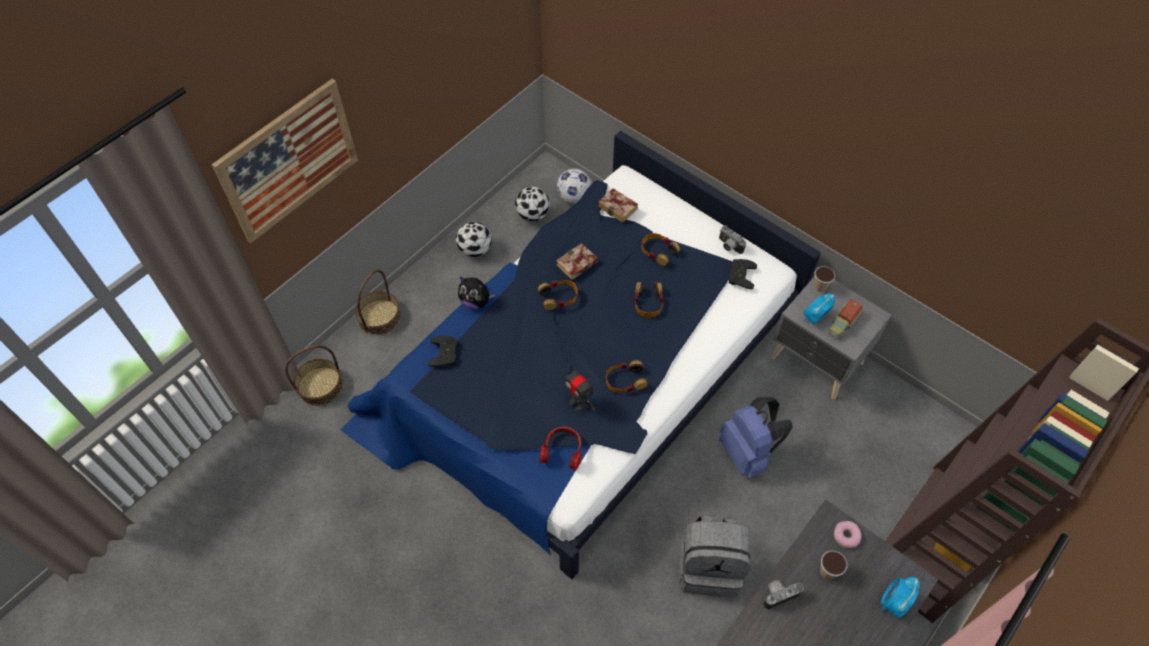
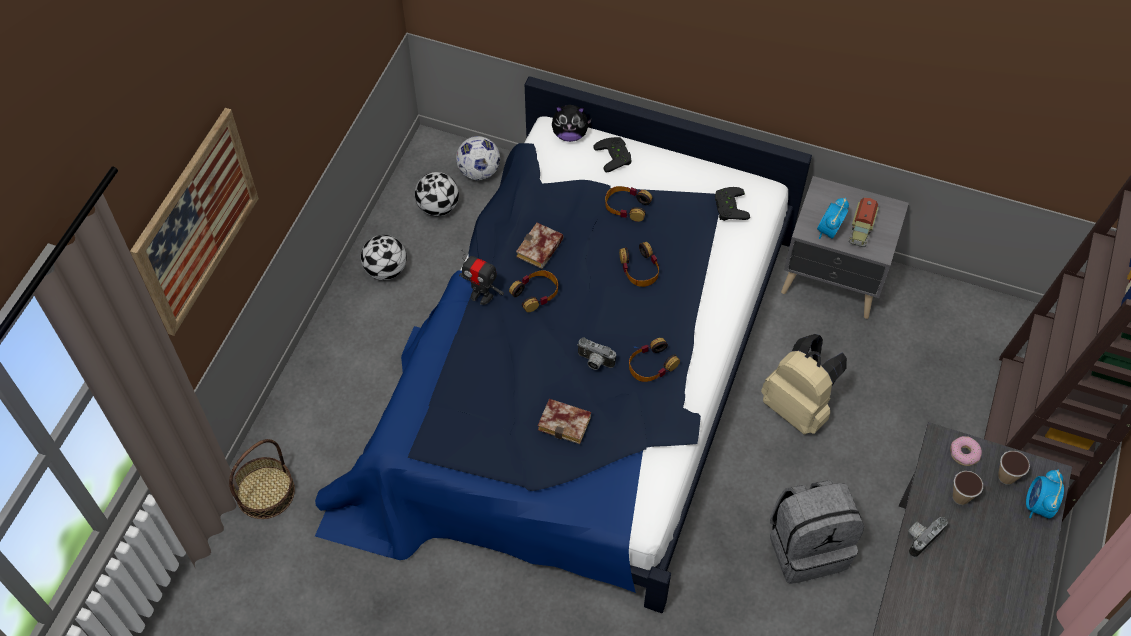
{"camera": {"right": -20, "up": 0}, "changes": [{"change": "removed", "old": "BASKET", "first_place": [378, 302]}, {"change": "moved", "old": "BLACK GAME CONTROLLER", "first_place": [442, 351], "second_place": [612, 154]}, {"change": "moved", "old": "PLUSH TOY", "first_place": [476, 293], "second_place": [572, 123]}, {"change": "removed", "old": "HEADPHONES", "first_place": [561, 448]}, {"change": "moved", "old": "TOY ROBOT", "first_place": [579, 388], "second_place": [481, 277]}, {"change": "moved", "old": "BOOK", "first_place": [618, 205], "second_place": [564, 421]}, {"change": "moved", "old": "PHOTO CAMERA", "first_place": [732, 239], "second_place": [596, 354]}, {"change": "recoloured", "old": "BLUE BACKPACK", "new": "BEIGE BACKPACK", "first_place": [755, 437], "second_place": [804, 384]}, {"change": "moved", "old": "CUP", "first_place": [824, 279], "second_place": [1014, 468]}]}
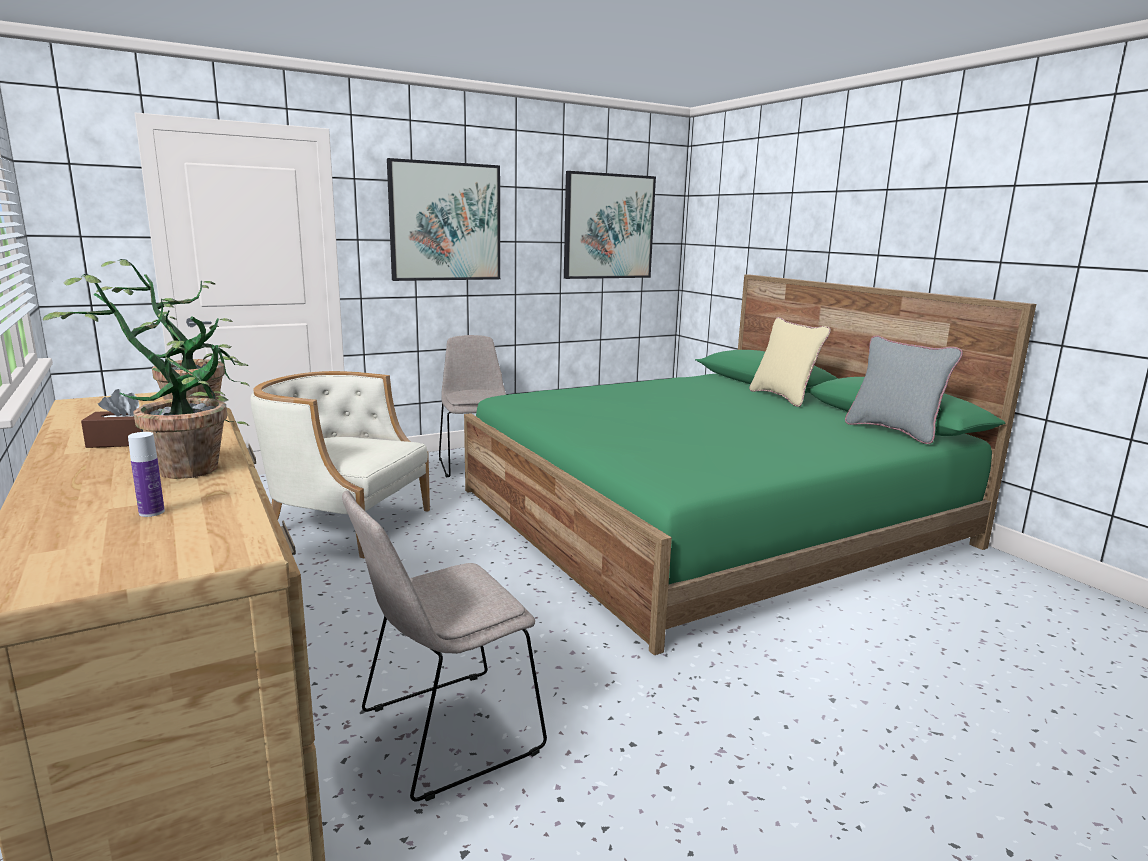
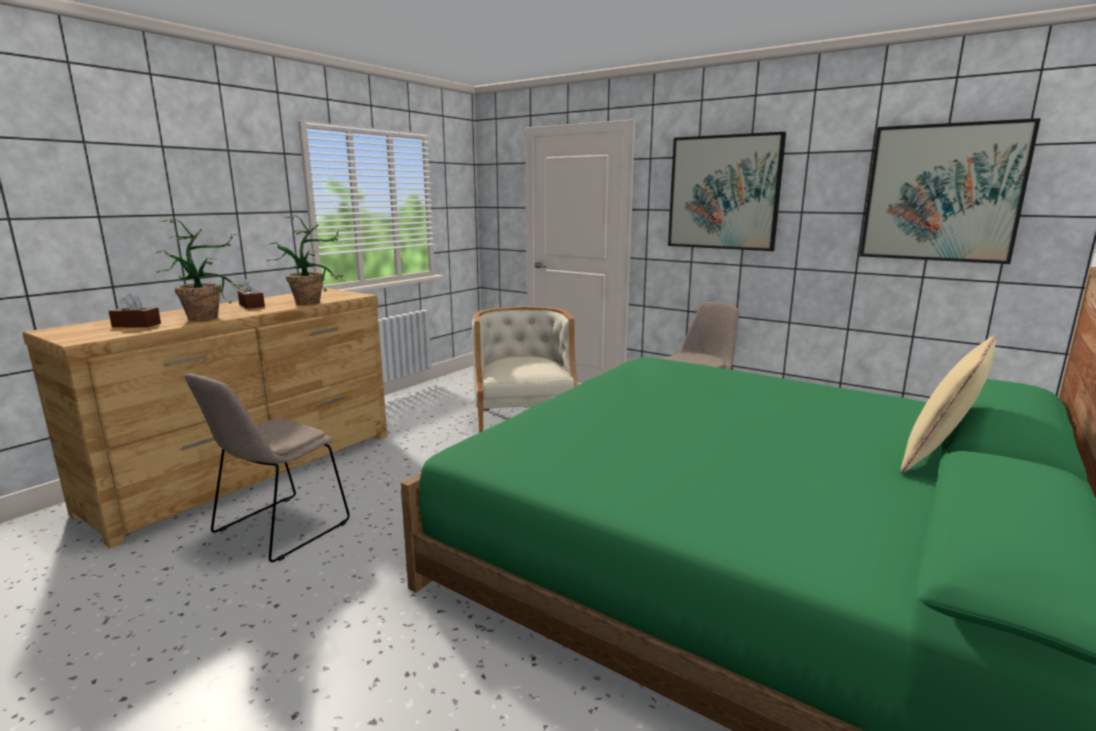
{"camera": {"right": 65, "up": 0}, "changes": [{"change": "replaced", "old": "BOTTLE", "new": "BROWN TISSUE BOX", "first_place": [146, 474], "second_place": [135, 311]}, {"change": "turned", "old": "BEIGE CHAIR", "first_place": [444, 646], "second_place": [267, 467], "degrees": -90}, {"change": "removed", "old": "GREY PILLOW", "first_place": [904, 389]}]}
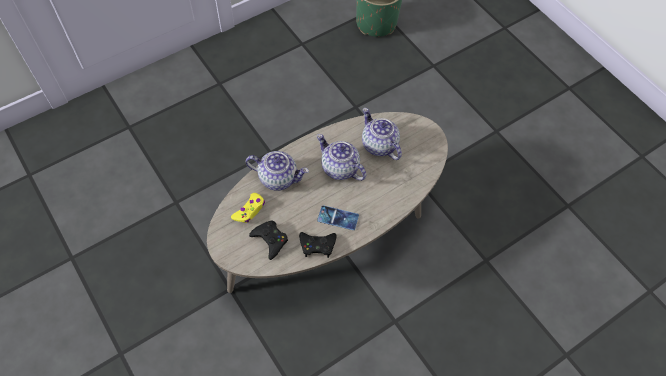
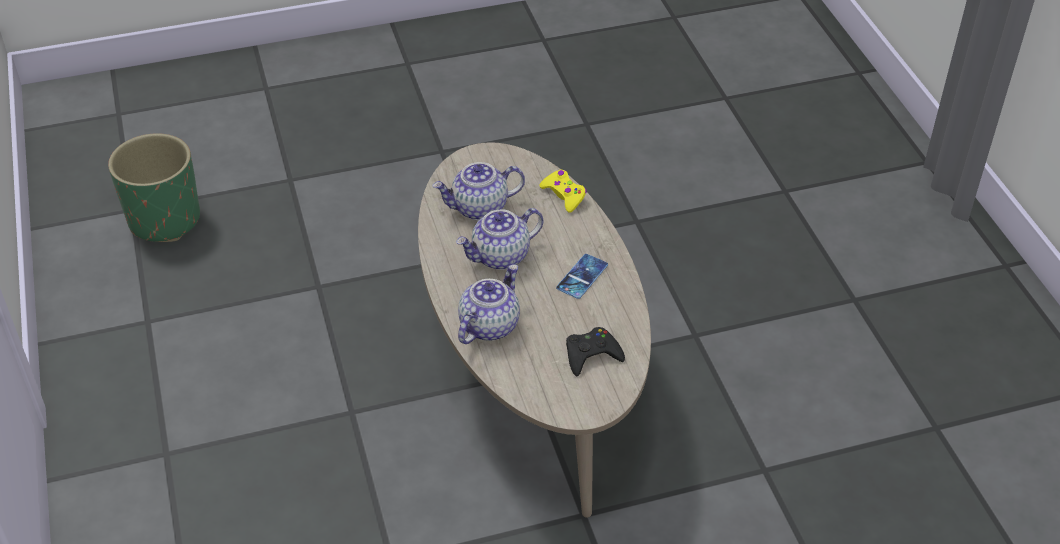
{"camera": {"right": -70, "up": -15}, "changes": [{"change": "moved", "old": "YELLOW GAME CONTROLLER", "first_place": [248, 208], "second_place": [563, 191]}, {"change": "removed", "old": "BLACK GAME CONTROLLER", "first_place": [318, 245]}]}
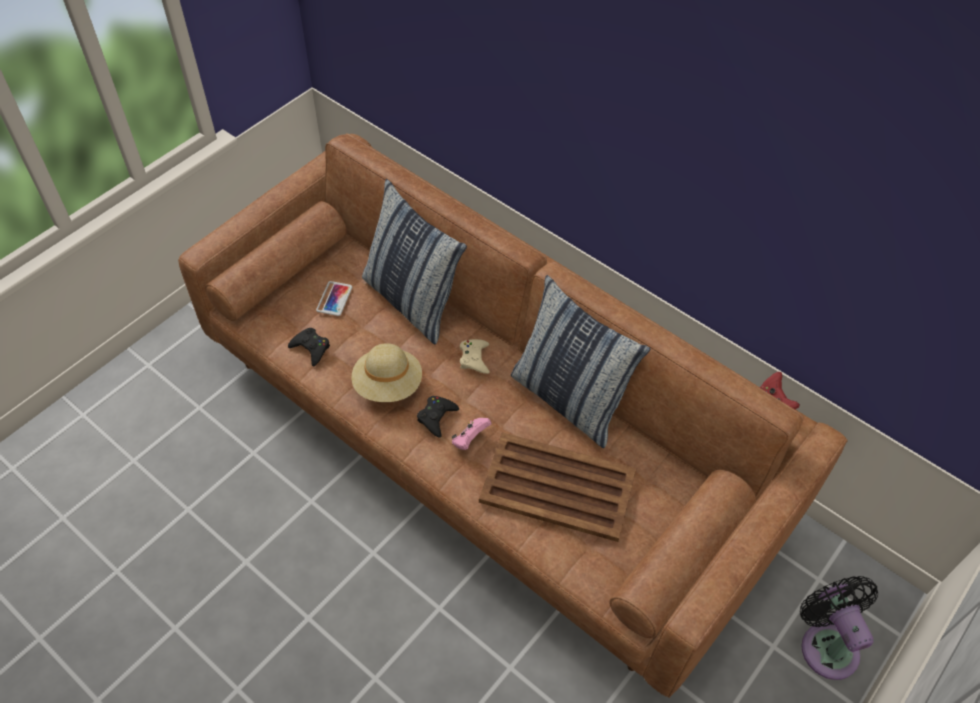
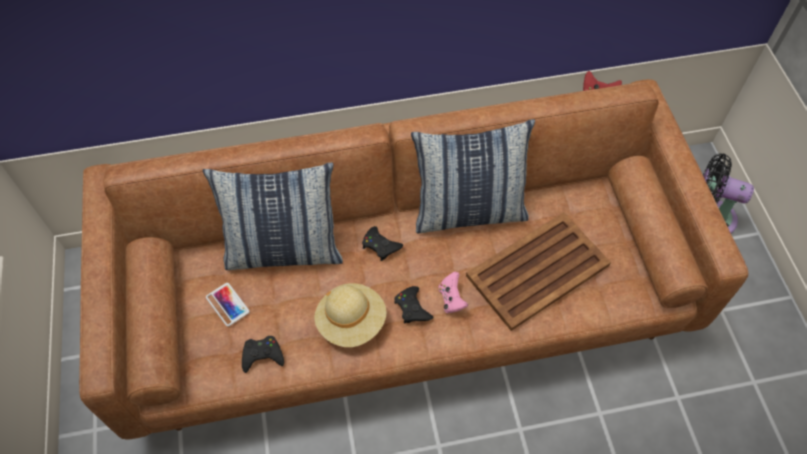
{"camera": {"right": -50, "up": 5}, "changes": [{"change": "recoloured", "old": "BEIGE GAME CONTROLLER", "new": "BLACK GAME CONTROLLER", "first_place": [475, 356], "second_place": [382, 243]}]}
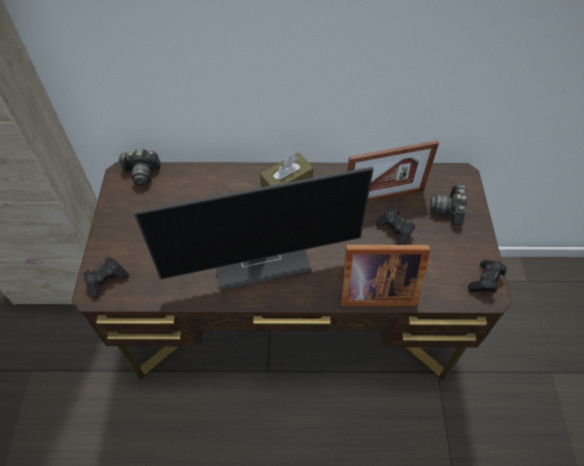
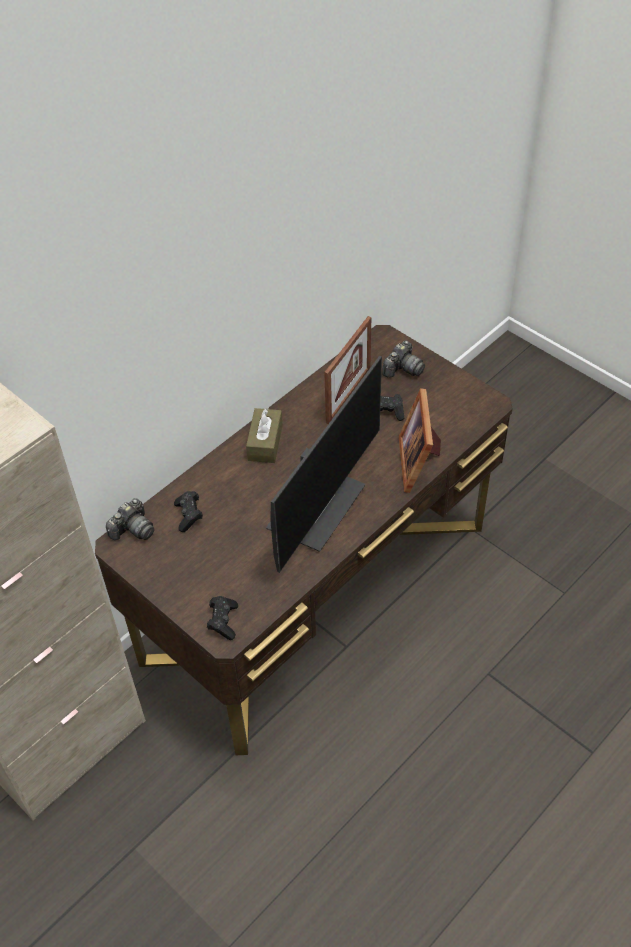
{"camera": {"right": -45, "up": -5}, "changes": [{"change": "turned", "old": "PICTURE FRAME", "first_place": [385, 275], "second_place": [420, 440], "degrees": 135}, {"change": "turned", "old": "PHOTO CAMERA", "first_place": [448, 205], "second_place": [403, 359], "degrees": -105}, {"change": "moved", "old": "BLACK GAME CONTROLLER", "first_place": [487, 276], "second_place": [188, 511]}]}
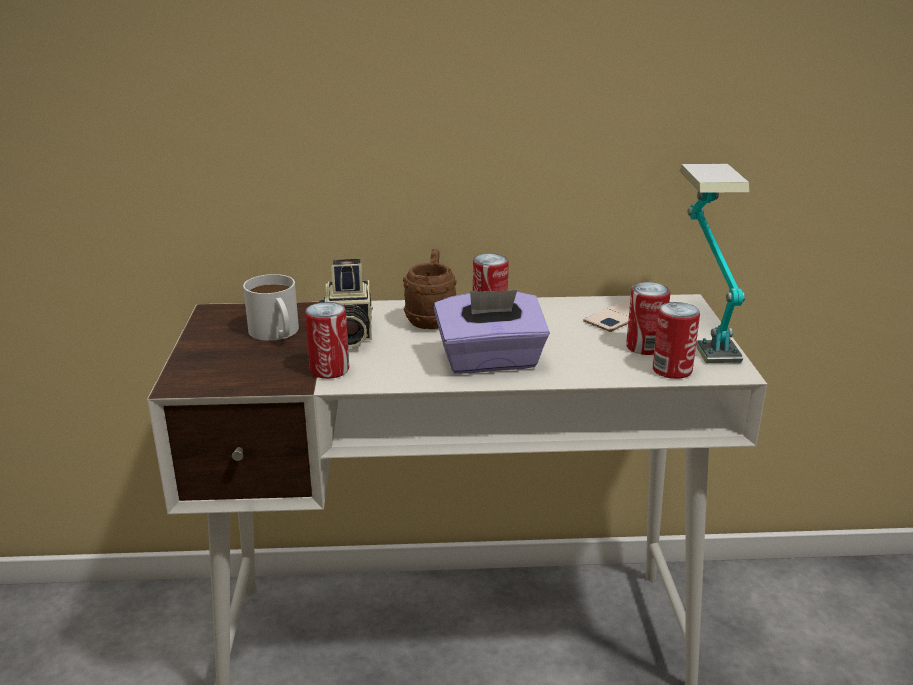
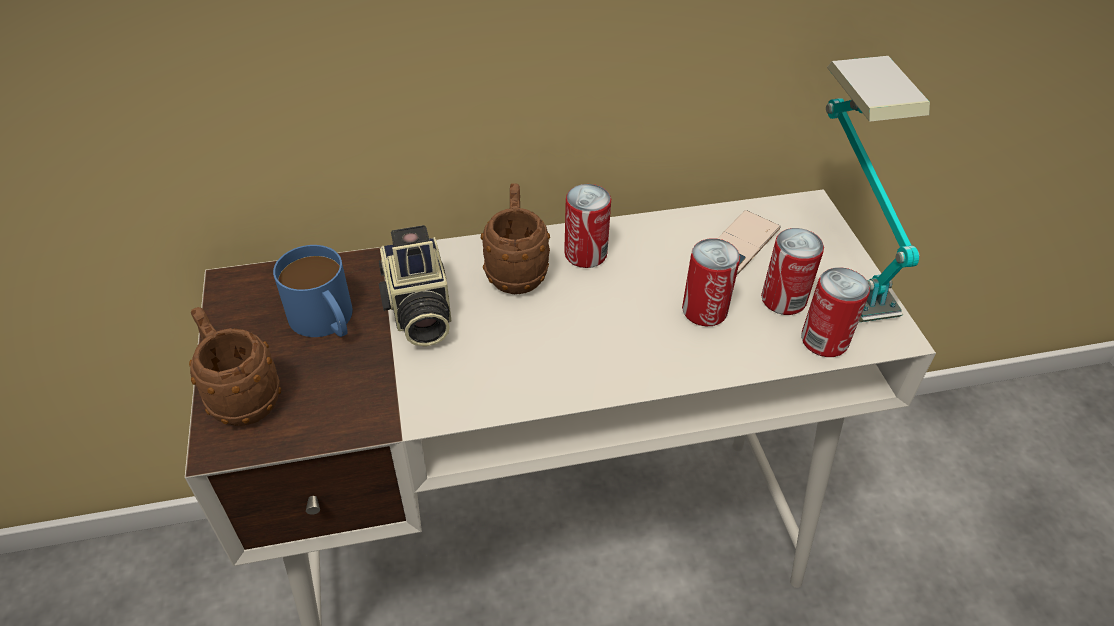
{"camera": {"right": -10, "up": 20}, "changes": [{"change": "recoloured", "old": "WHITE MUG", "new": "BLUE MUG", "first_place": [271, 307], "second_place": [313, 291]}, {"change": "moved", "old": "CAN", "first_place": [327, 340], "second_place": [711, 282]}, {"change": "removed", "old": "PURPLE TISSUE BOX", "first_place": [492, 332]}, {"change": "added", "new": "BROWN MUG", "second_place": [235, 366]}]}
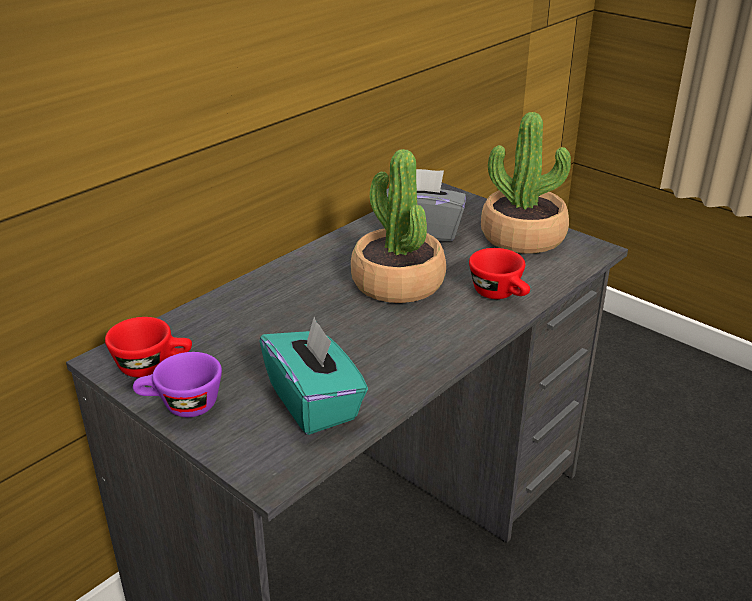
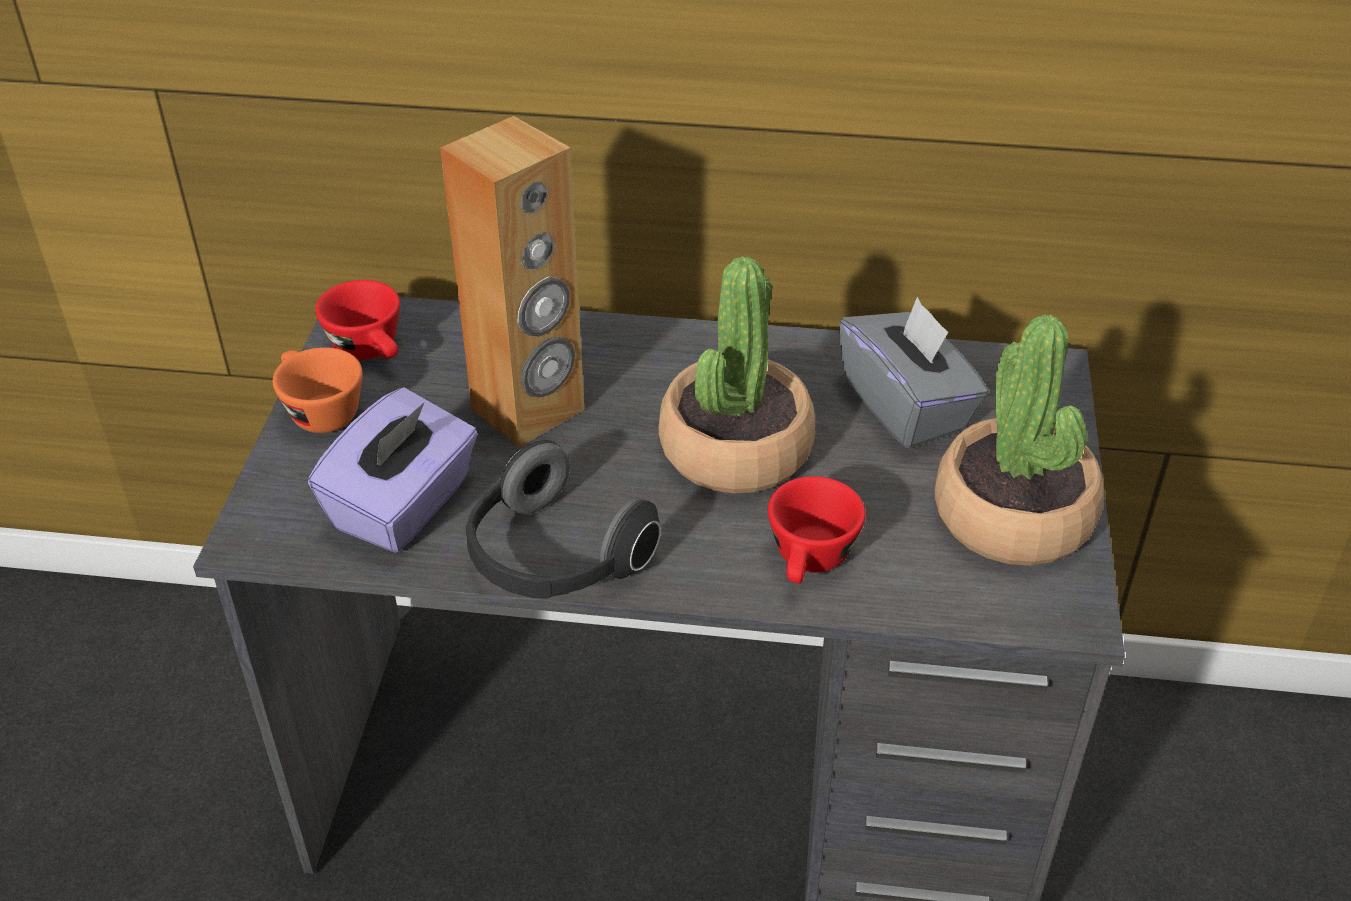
{"camera": {"right": 55, "up": 10}, "changes": [{"change": "recoloured", "old": "PURPLE CUP", "new": "ORANGE CUP", "first_place": [177, 384], "second_place": [318, 390]}, {"change": "recoloured", "old": "TURQUOISE TISSUE BOX", "new": "PURPLE TISSUE BOX", "first_place": [314, 376], "second_place": [393, 470]}, {"change": "added", "new": "BROWN SPEAKER", "second_place": [512, 281]}, {"change": "added", "new": "HEADPHONES", "second_place": [563, 519]}]}
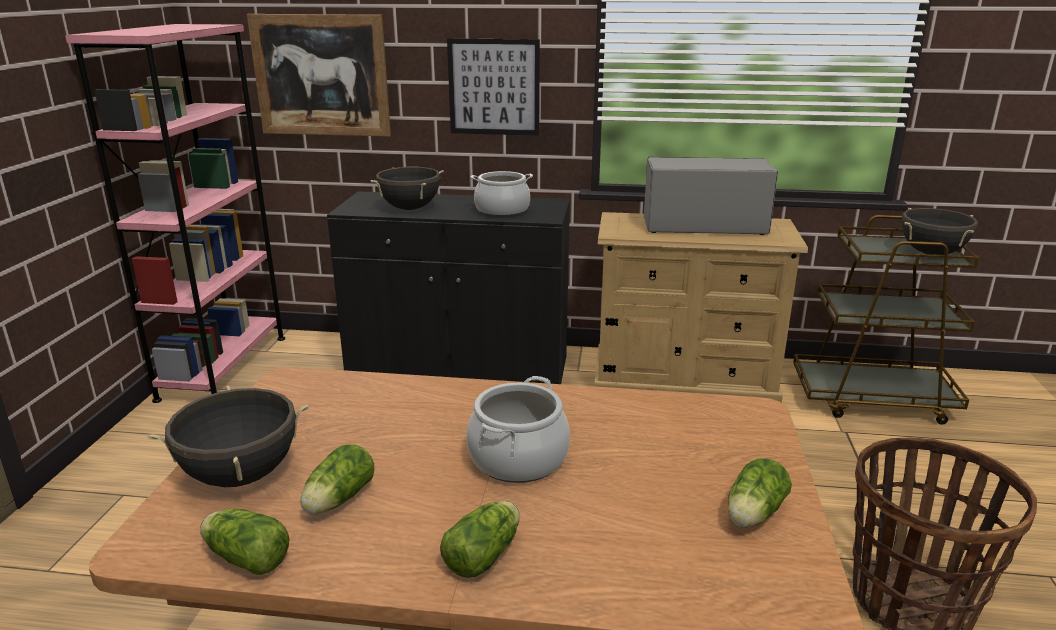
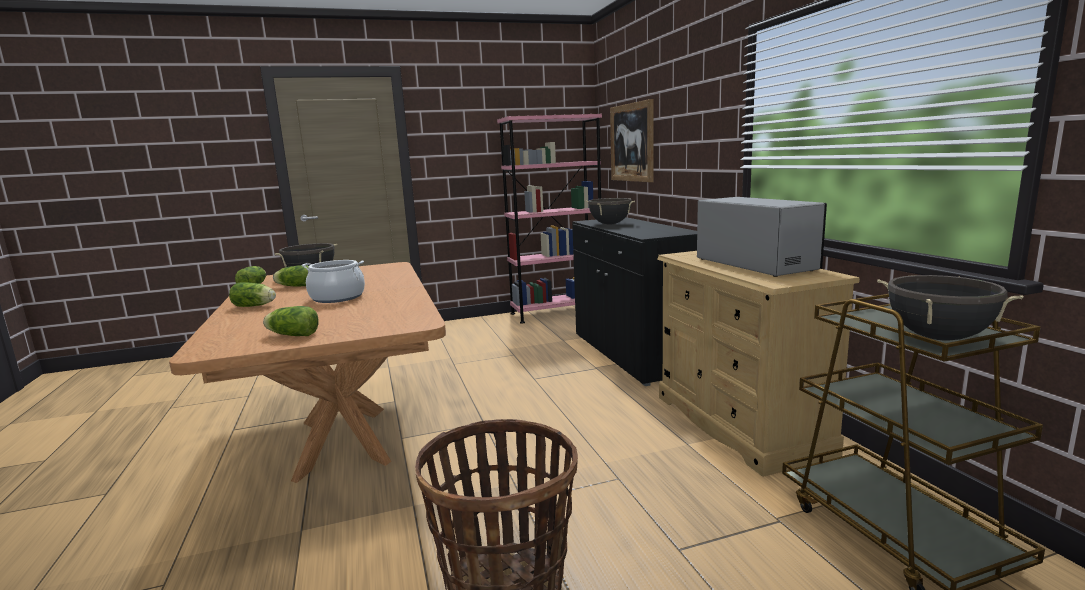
{"camera": {"right": 65, "up": -10}, "changes": [{"change": "removed", "old": "PICTURE", "first_place": [493, 87]}, {"change": "removed", "old": "COOKING POT", "first_place": [502, 194]}]}
